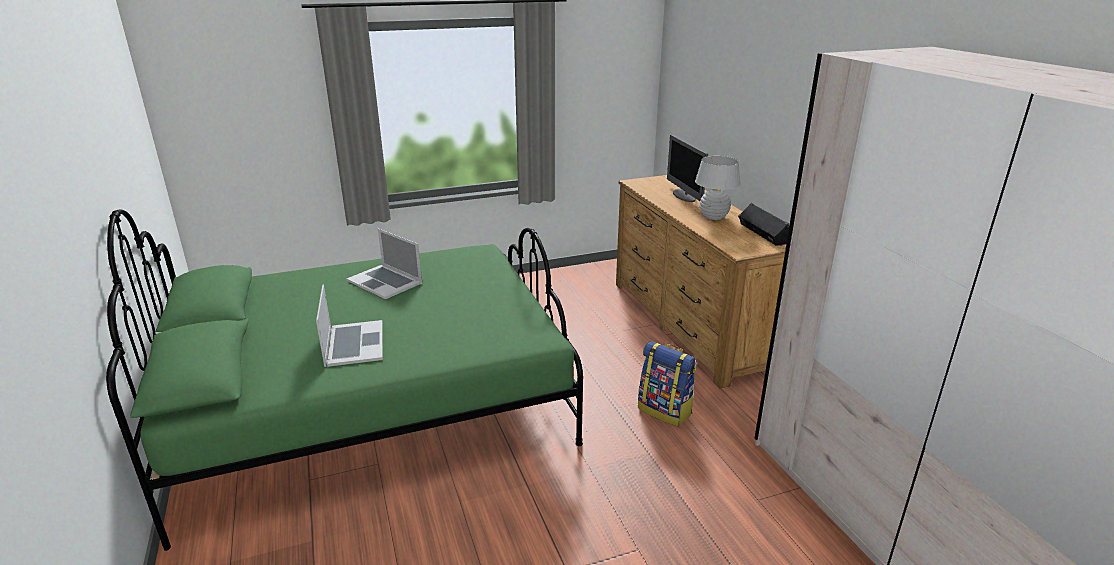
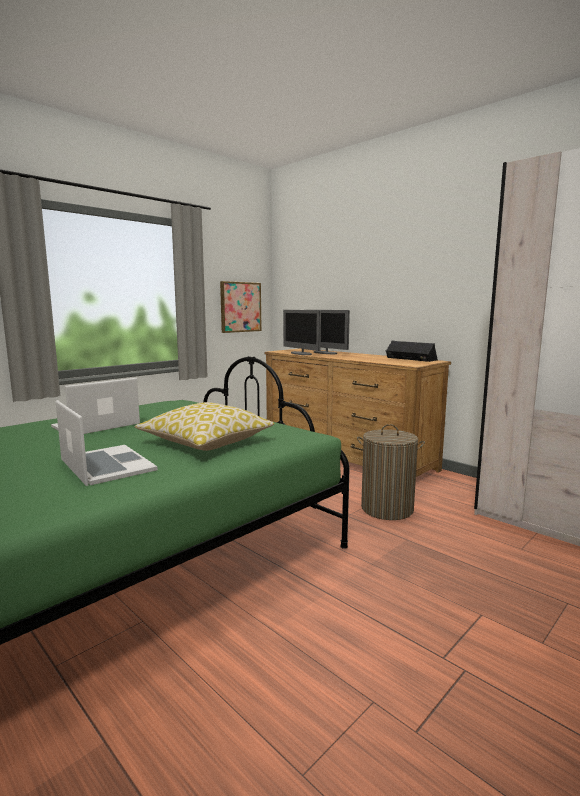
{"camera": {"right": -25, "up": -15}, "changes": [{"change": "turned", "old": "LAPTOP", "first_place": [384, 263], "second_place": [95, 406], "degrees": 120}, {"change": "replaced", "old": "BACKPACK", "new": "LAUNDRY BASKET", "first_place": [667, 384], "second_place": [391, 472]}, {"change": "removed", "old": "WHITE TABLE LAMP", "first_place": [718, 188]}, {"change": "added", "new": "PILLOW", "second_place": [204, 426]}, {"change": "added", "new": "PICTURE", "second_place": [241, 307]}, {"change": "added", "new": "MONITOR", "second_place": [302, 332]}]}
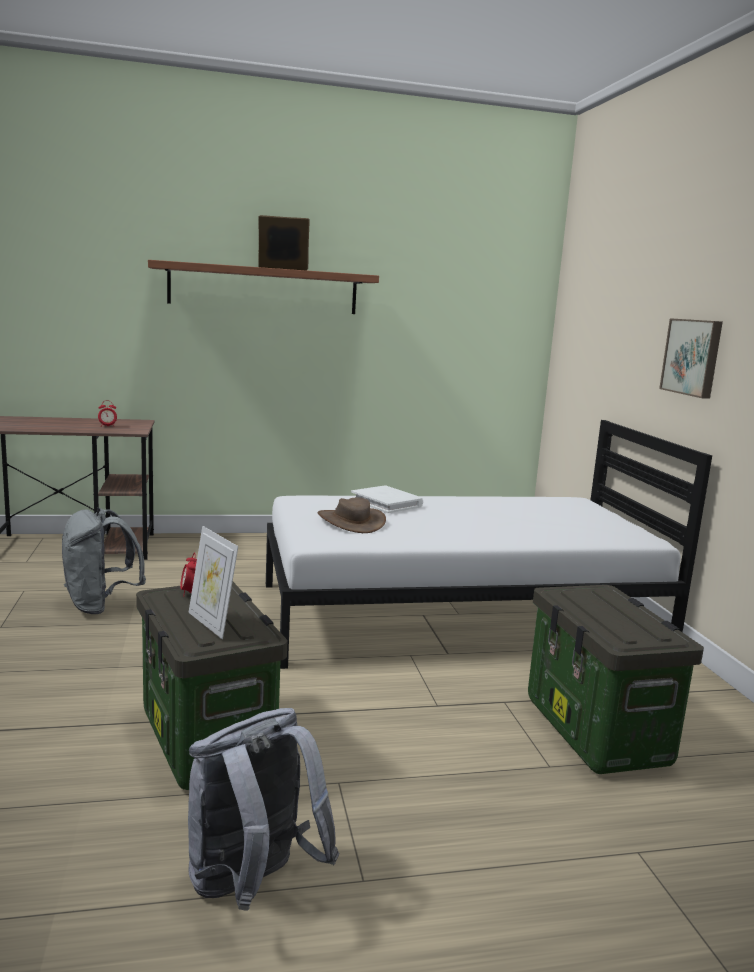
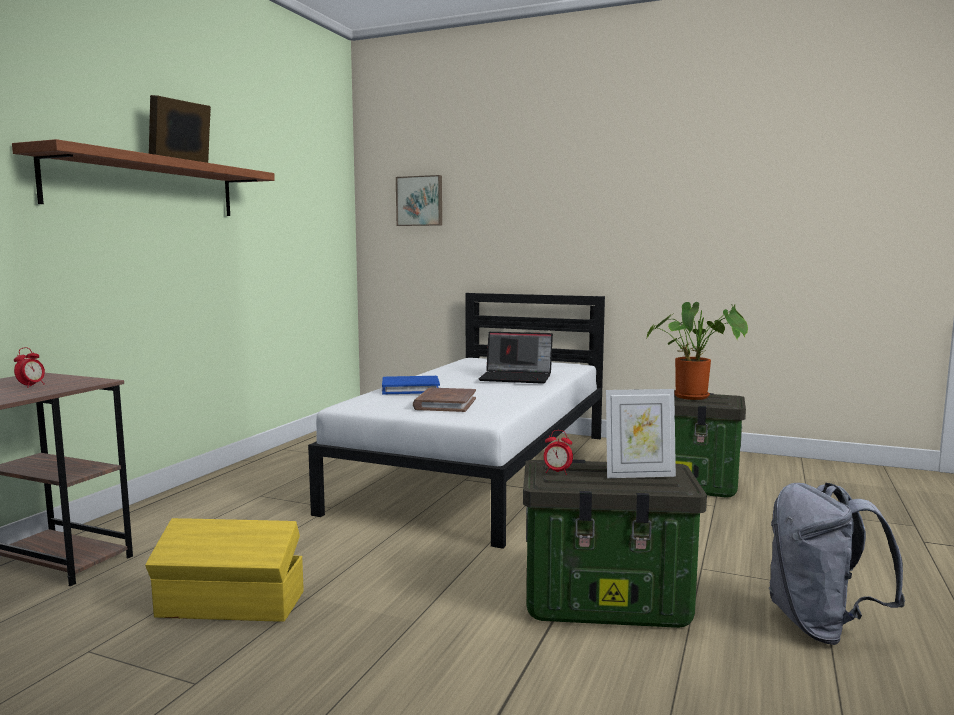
{"camera": {"right": -55, "up": -5}, "changes": [{"change": "replaced", "old": "GREY BACKPACK", "new": "YELLOW STORAGE BOX", "first_place": [104, 561], "second_place": [224, 570]}, {"change": "replaced", "old": "BROWN HAT", "new": "BROWN BOOK", "first_place": [352, 515], "second_place": [444, 400]}, {"change": "recoloured", "old": "WHITE BOOK", "new": "BLUE BOOK", "first_place": [387, 499], "second_place": [411, 385]}, {"change": "moved", "old": "PICTURE", "first_place": [691, 358], "second_place": [419, 200]}, {"change": "added", "new": "LAPTOP", "second_place": [515, 358]}, {"change": "added", "new": "POTTED PLANT", "second_place": [697, 351]}]}
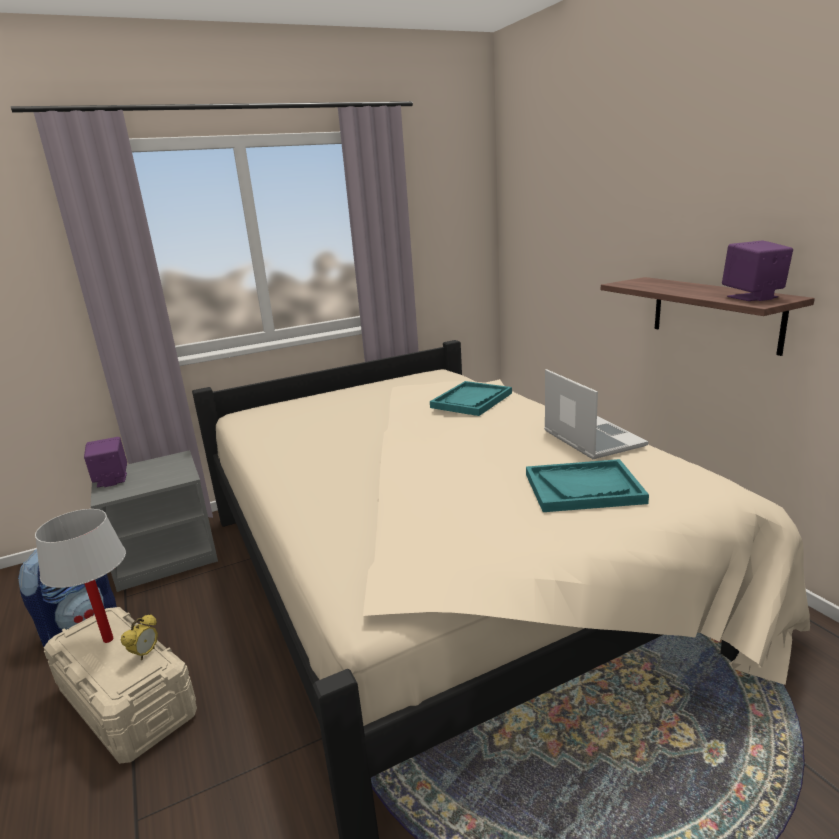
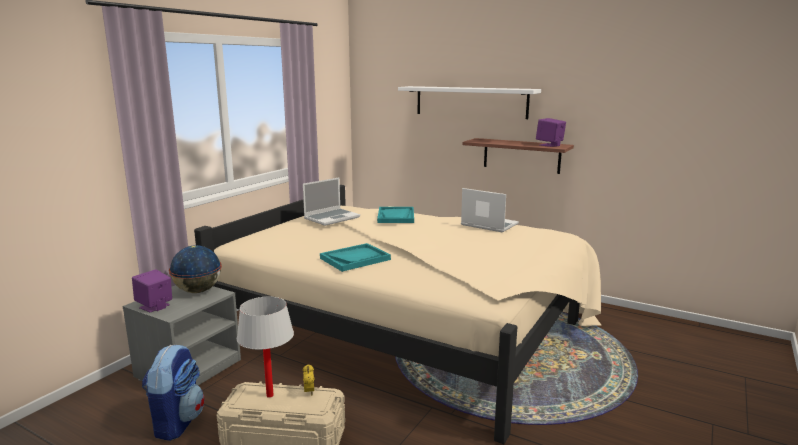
{"camera": {"right": -35, "up": -5}, "changes": [{"change": "moved", "old": "TURQUOISE TRAY", "first_place": [587, 485], "second_place": [355, 257]}, {"change": "added", "new": "GLOBE", "second_place": [195, 269]}, {"change": "added", "new": "LAPTOP", "second_place": [331, 202]}, {"change": "added", "new": "WHITE SHELF", "second_place": [469, 102]}]}
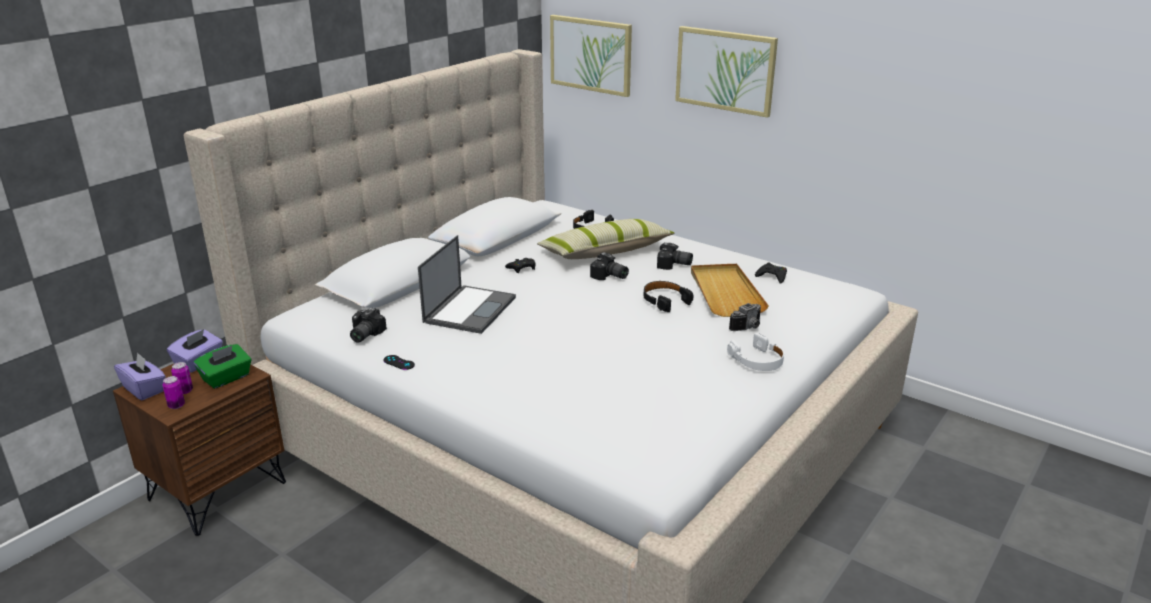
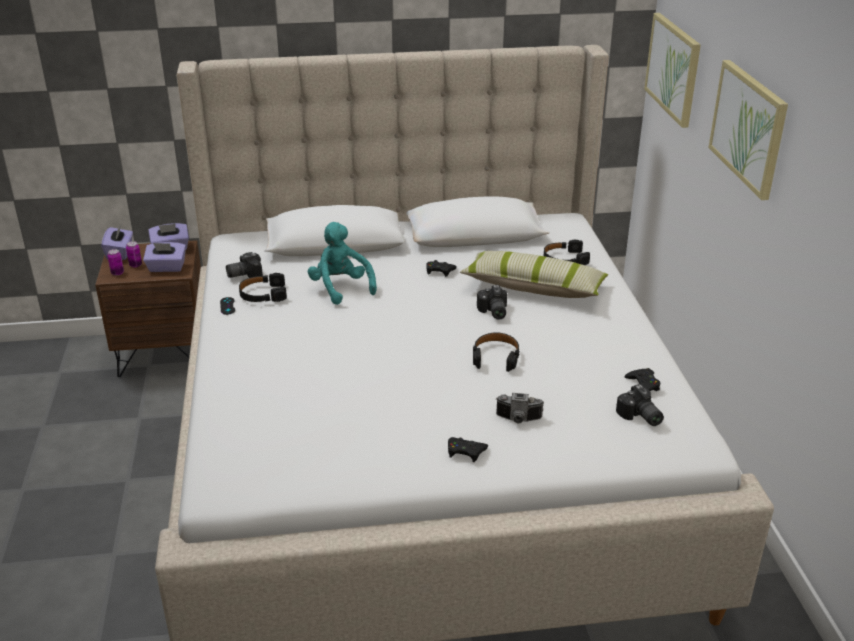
{"camera": {"right": 45, "up": 5}, "changes": [{"change": "recoloured", "old": "GREEN TISSUE BOX", "new": "PURPLE TISSUE BOX", "first_place": [222, 366], "second_place": [164, 257]}, {"change": "replaced", "old": "LAPTOP", "new": "TURQUOISE PLUSH TOY", "first_place": [467, 284], "second_place": [342, 263]}, {"change": "moved", "old": "PHOTO CAMERA", "first_place": [675, 256], "second_place": [640, 405]}, {"change": "removed", "old": "BEIGE TRAY", "first_place": [730, 290]}, {"change": "replaced", "old": "WHITE HEADPHONES", "new": "BLACK GAME CONTROLLER", "first_place": [755, 352], "second_place": [468, 449]}, {"change": "added", "new": "BLACK HEADPHONES", "second_place": [263, 287]}]}
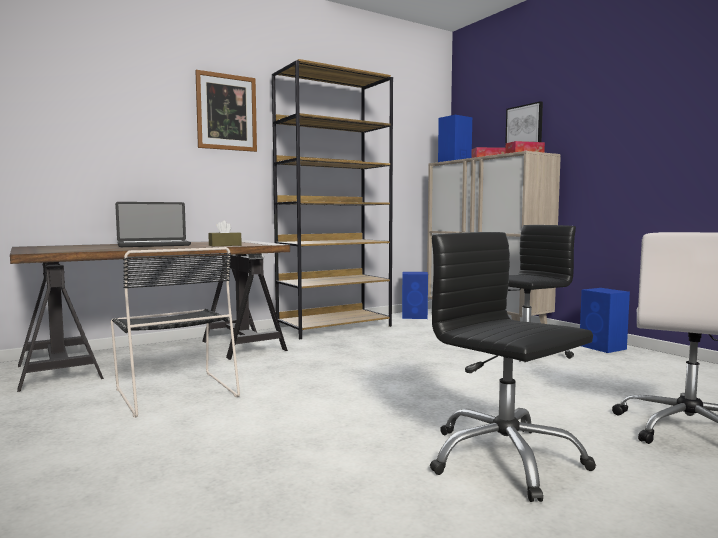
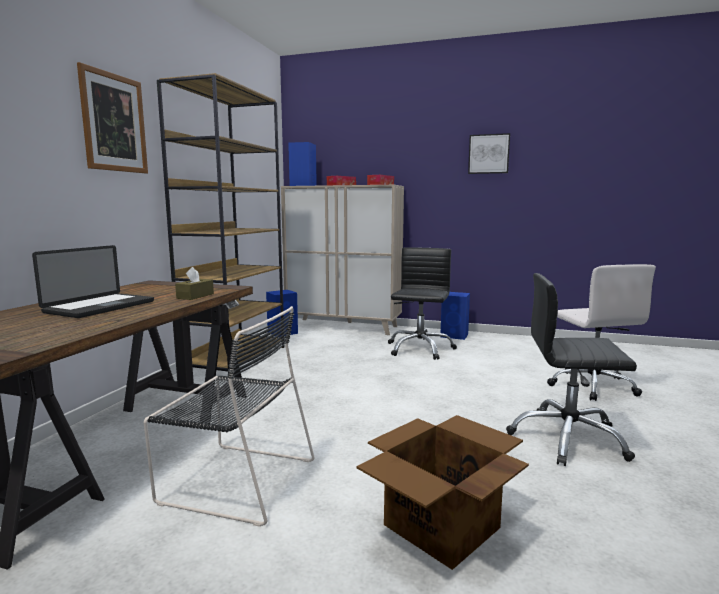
{"camera": {"right": -40, "up": 5}, "changes": [{"change": "moved", "old": "PICTURE", "first_place": [524, 124], "second_place": [489, 153]}, {"change": "added", "new": "CARDBOARD BOX", "second_place": [443, 492]}]}
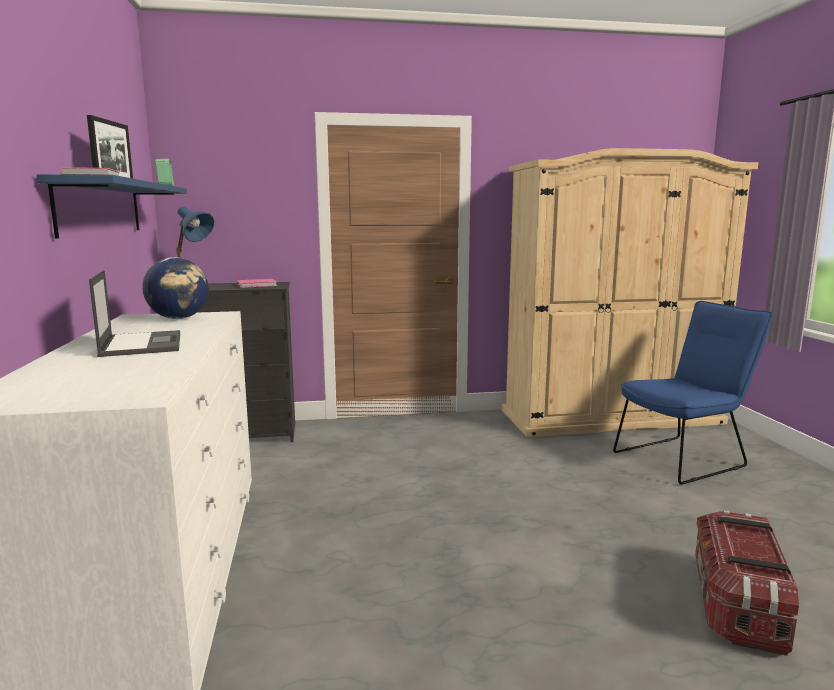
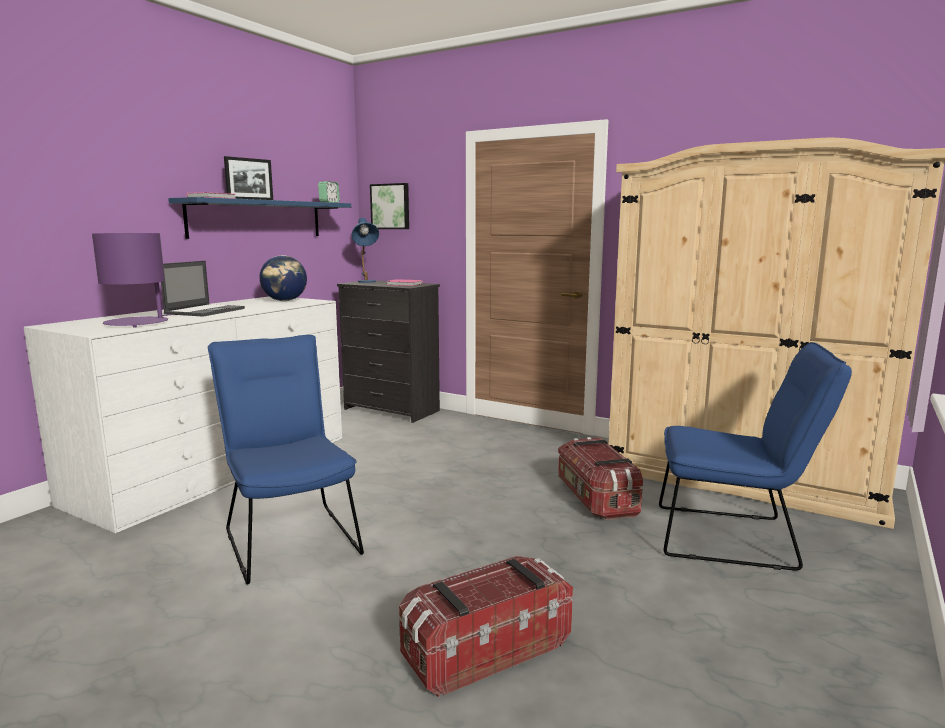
{"camera": {"right": 40, "up": 0}, "changes": [{"change": "added", "new": "PURPLE TABLE LAMP", "second_place": [132, 280]}, {"change": "added", "new": "BLUE CHAIR", "second_place": [286, 460]}, {"change": "added", "new": "PICTURE", "second_place": [389, 206]}, {"change": "added", "new": "STORAGE BOX", "second_place": [600, 478]}]}
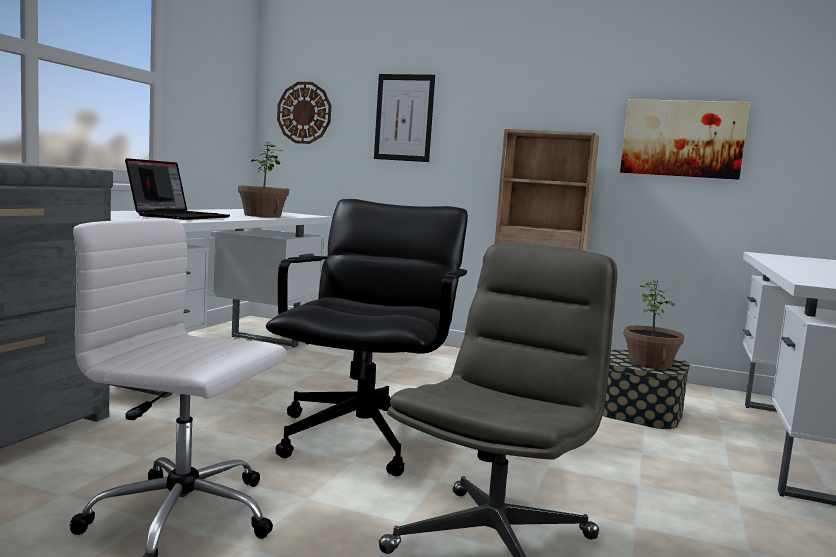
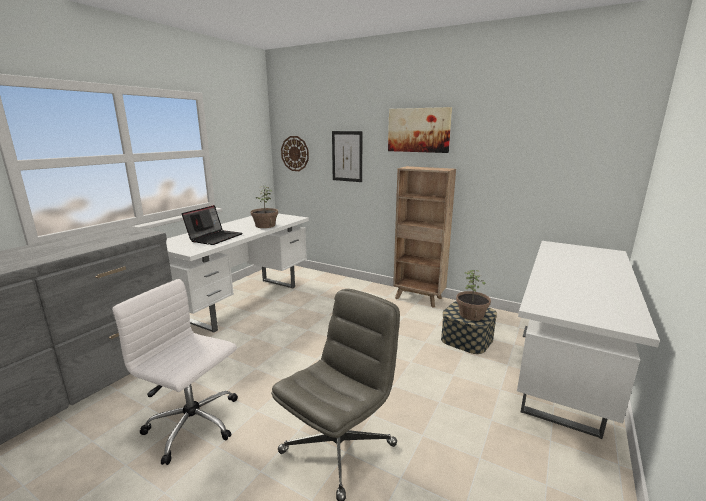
{"camera": {"right": 10, "up": 10}, "changes": [{"change": "removed", "old": "BLACK OFFICE CHAIR", "first_place": [367, 337]}, {"change": "moved", "old": "PICTURE", "first_place": [685, 139], "second_place": [420, 130]}]}
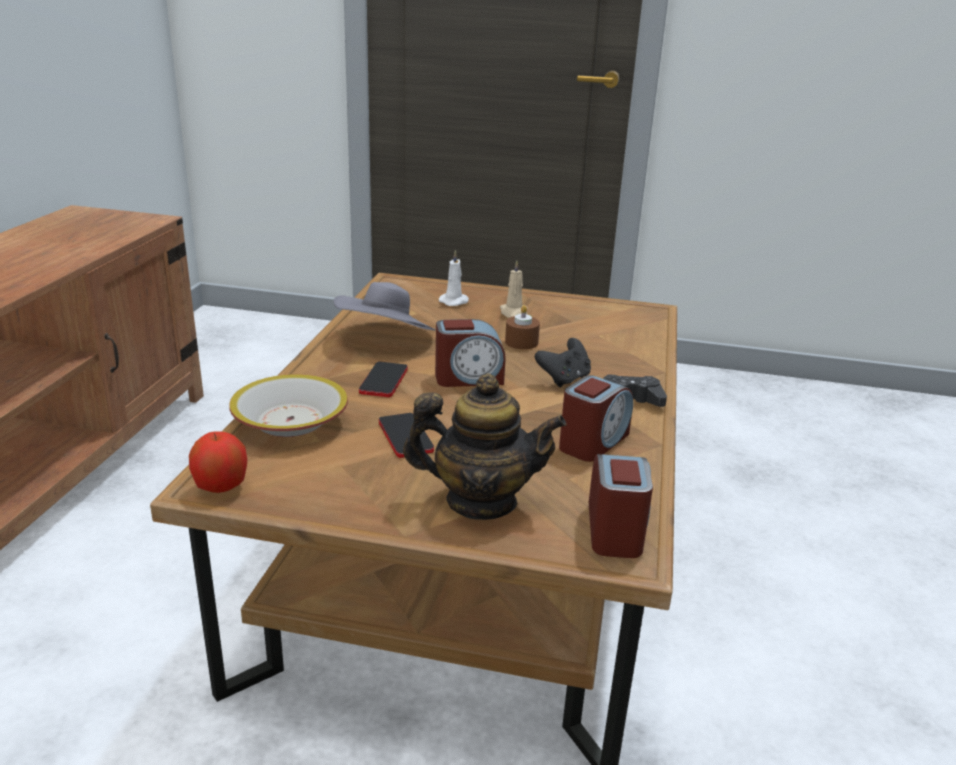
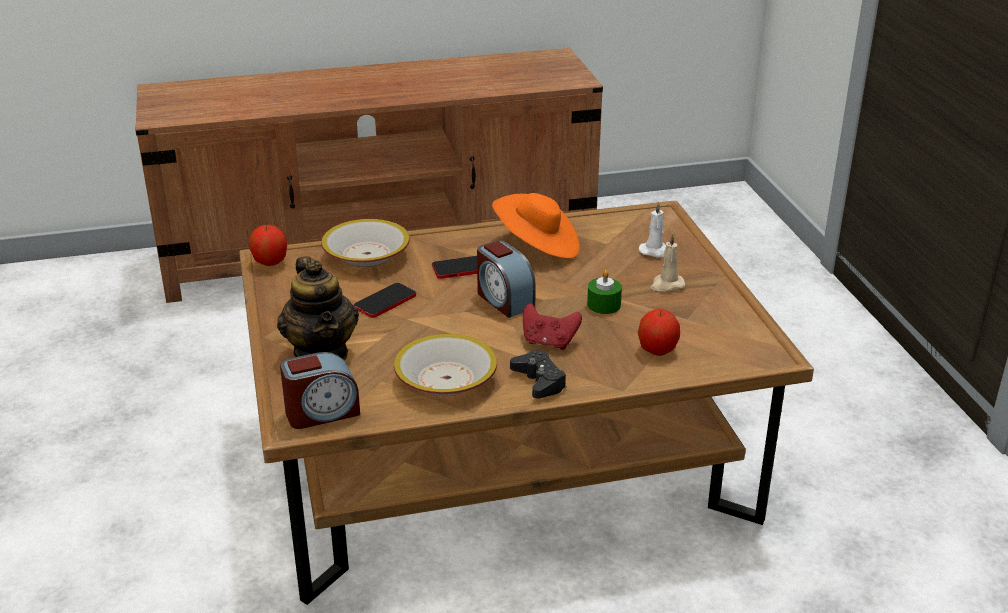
{"camera": {"right": 65, "up": 5}, "changes": [{"change": "recoloured", "old": "GREY HAT", "new": "ORANGE HAT", "first_place": [384, 306], "second_place": [536, 226]}, {"change": "recoloured", "old": "BROWN CANDLE", "new": "GREEN CANDLE", "first_place": [522, 327], "second_place": [604, 292]}, {"change": "recoloured", "old": "BLACK GAME CONTROLLER", "new": "RED GAME CONTROLLER", "first_place": [563, 362], "second_place": [552, 326]}, {"change": "replaced", "old": "ALARM CLOCK", "new": "BOWL", "first_place": [596, 418], "second_place": [445, 365]}, {"change": "added", "new": "APPLE", "second_place": [659, 332]}]}
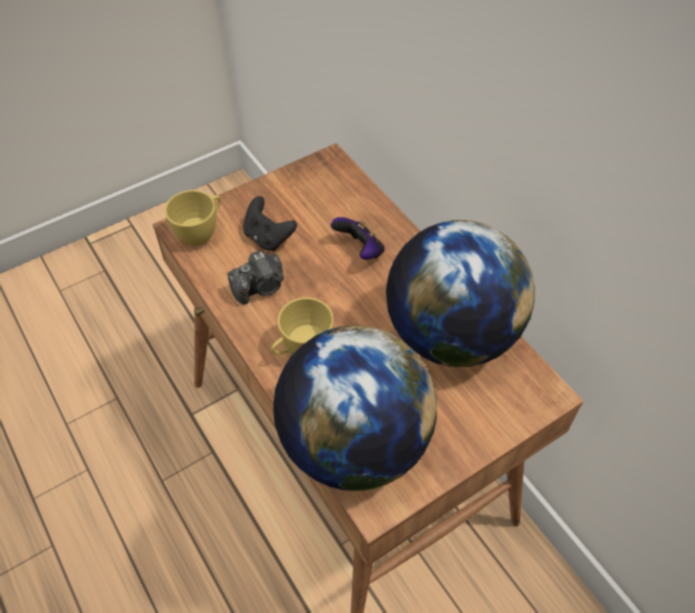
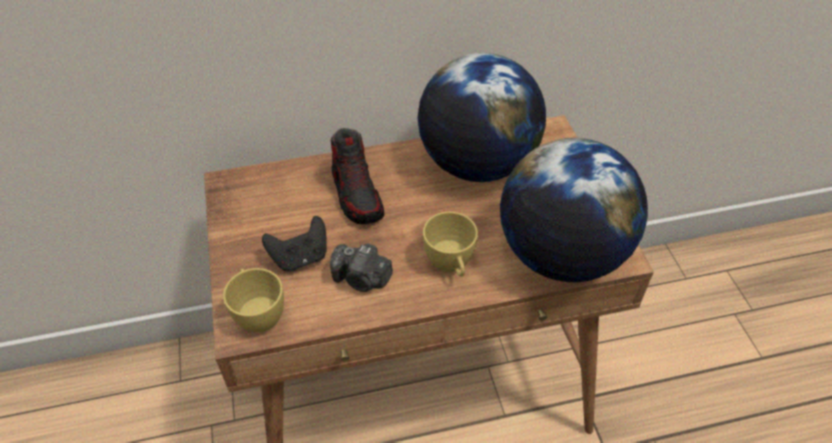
{"camera": {"right": -70, "up": -5}, "changes": [{"change": "turned", "old": "PHOTO CAMERA", "first_place": [255, 278], "second_place": [361, 267], "degrees": 120}, {"change": "replaced", "old": "GAME CONTROLLER", "new": "SHOE", "first_place": [358, 238], "second_place": [357, 176]}]}
